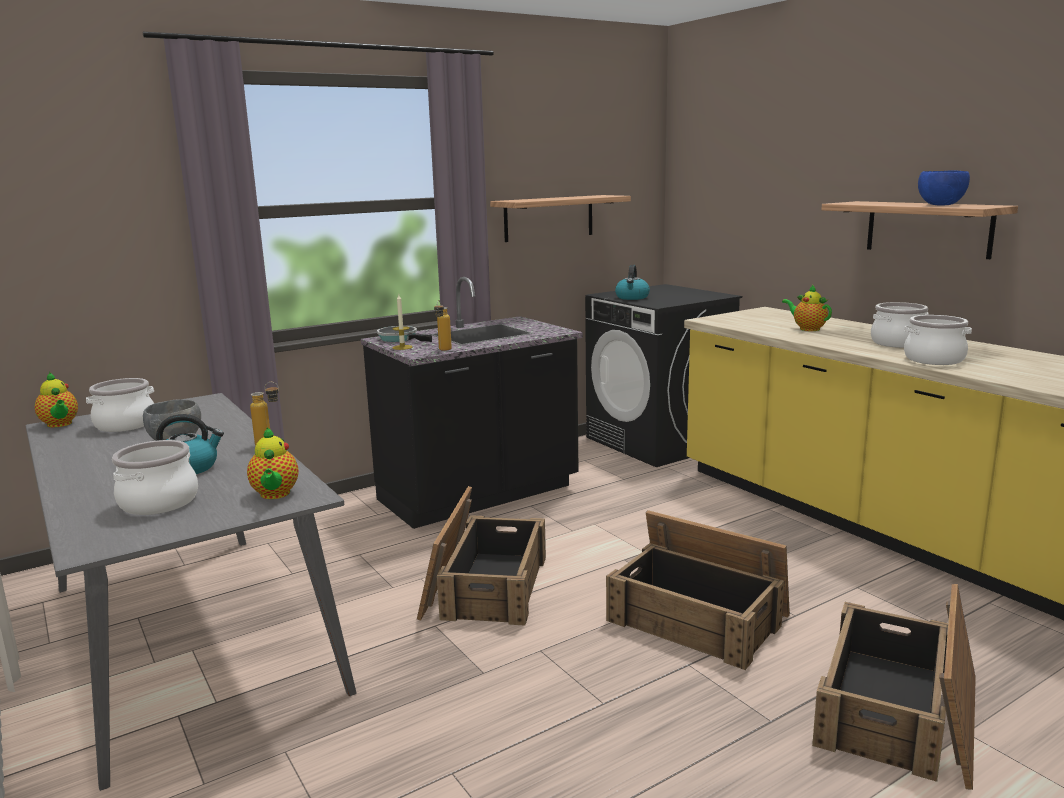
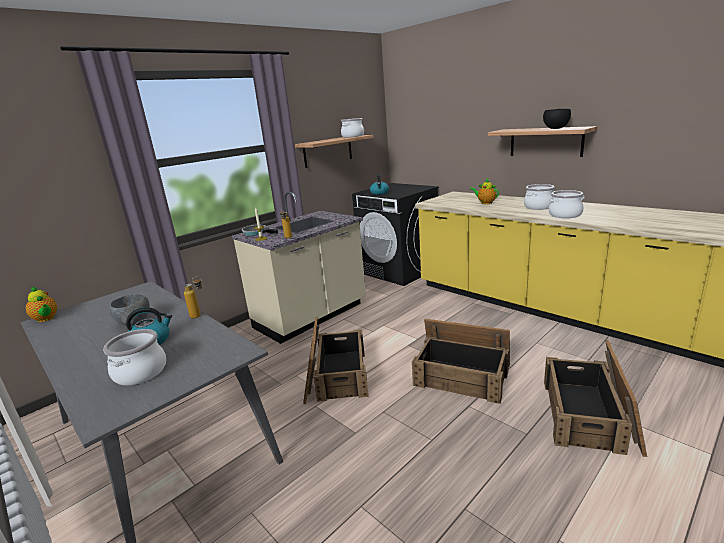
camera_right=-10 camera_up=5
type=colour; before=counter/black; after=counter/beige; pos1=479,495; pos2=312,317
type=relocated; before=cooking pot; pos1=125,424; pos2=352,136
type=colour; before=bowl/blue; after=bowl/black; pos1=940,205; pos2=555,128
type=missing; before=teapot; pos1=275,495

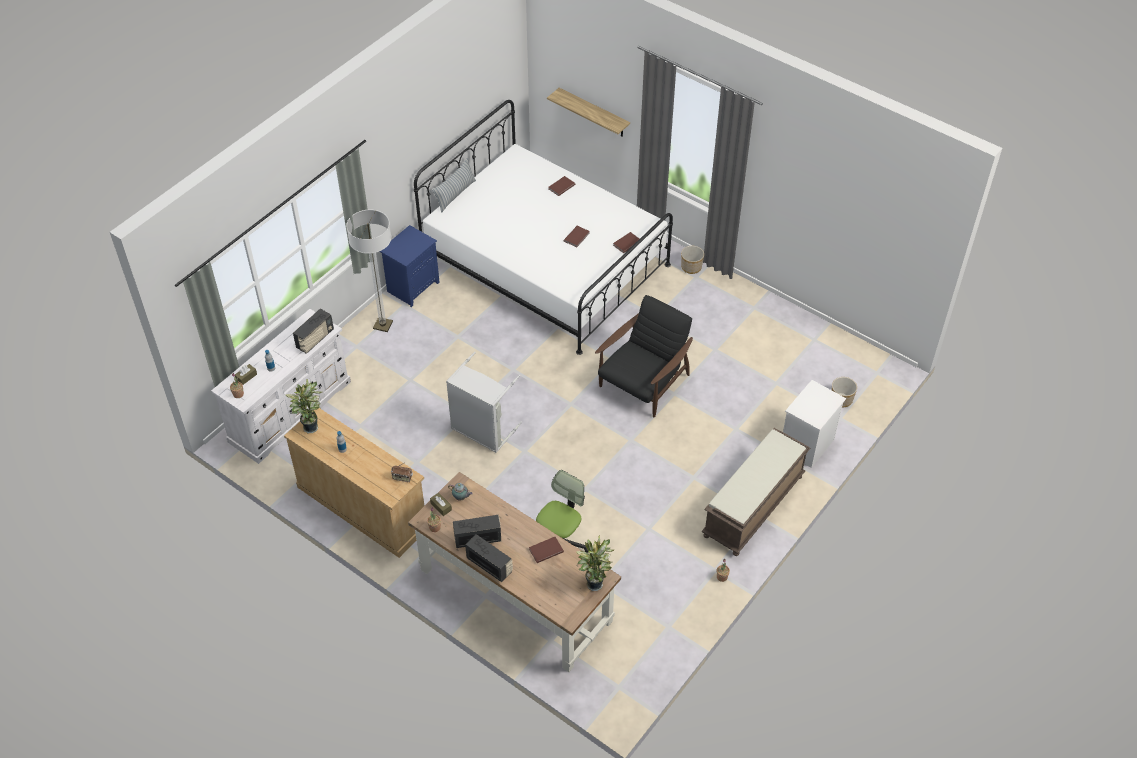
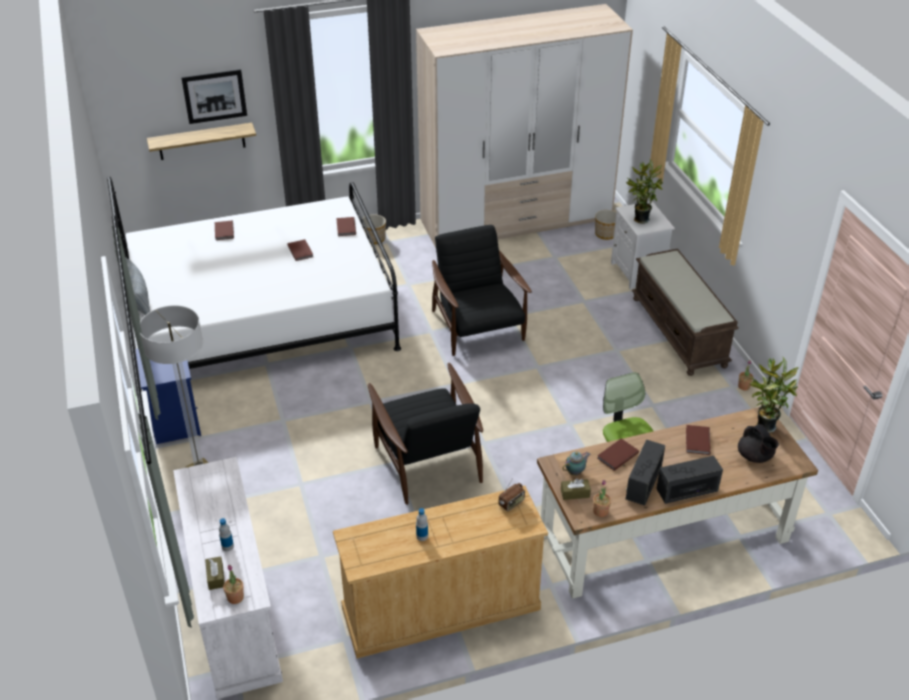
camera_right=-55 camera_up=-10
type=appeared; after=picture; pos2=214,96
type=exchanged; before=laundry basket/grey; after=armchair/black; pos1=482,431; pos2=427,461
type=appeared; after=wardrobe; pos2=517,220
type=appeared; after=book/brown; pos2=616,455
type=relocated; before=potted plant; pos1=311,426; pos2=639,219
type=appeared; after=teapot/black; pos2=755,456
type=missing; before=radio; pos1=315,339

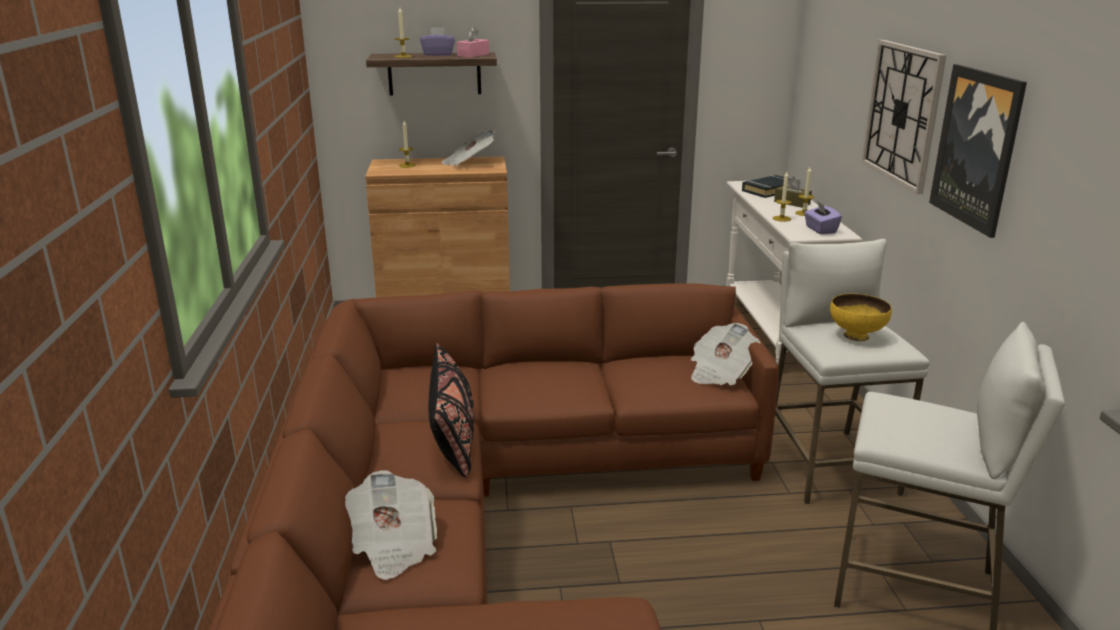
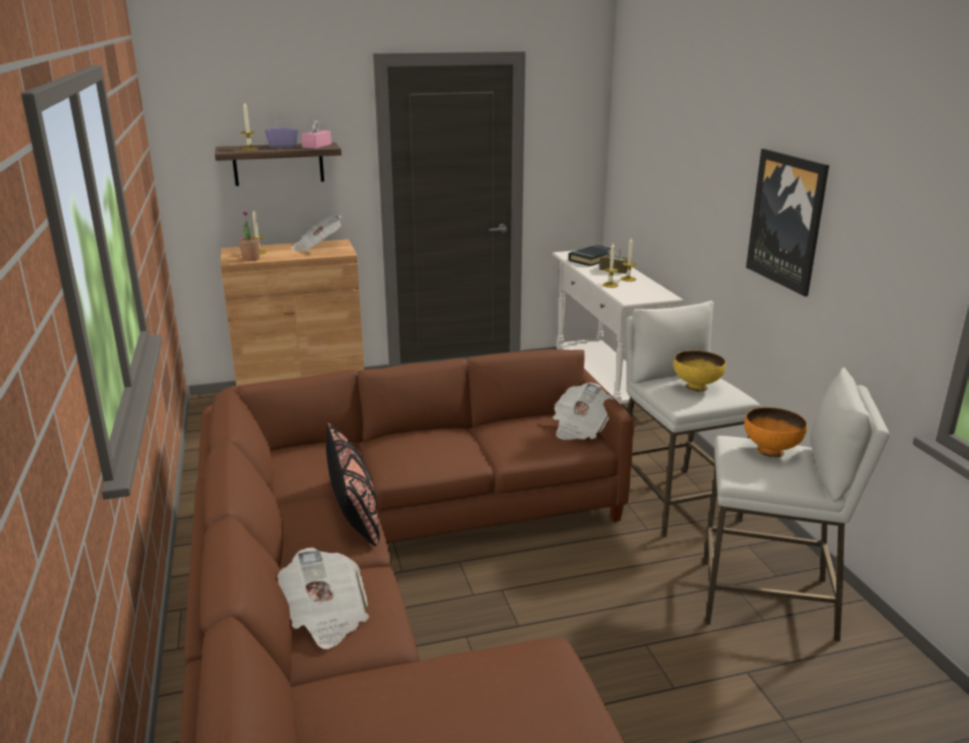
camera_right=-10 camera_up=0
type=appeared; after=potted plant; pos2=251,259
type=appeared; after=bowl/orange; pos2=771,452
type=missing; before=tissue box/purple; pos1=820,230
type=missing; before=wall clock; pos1=902,114

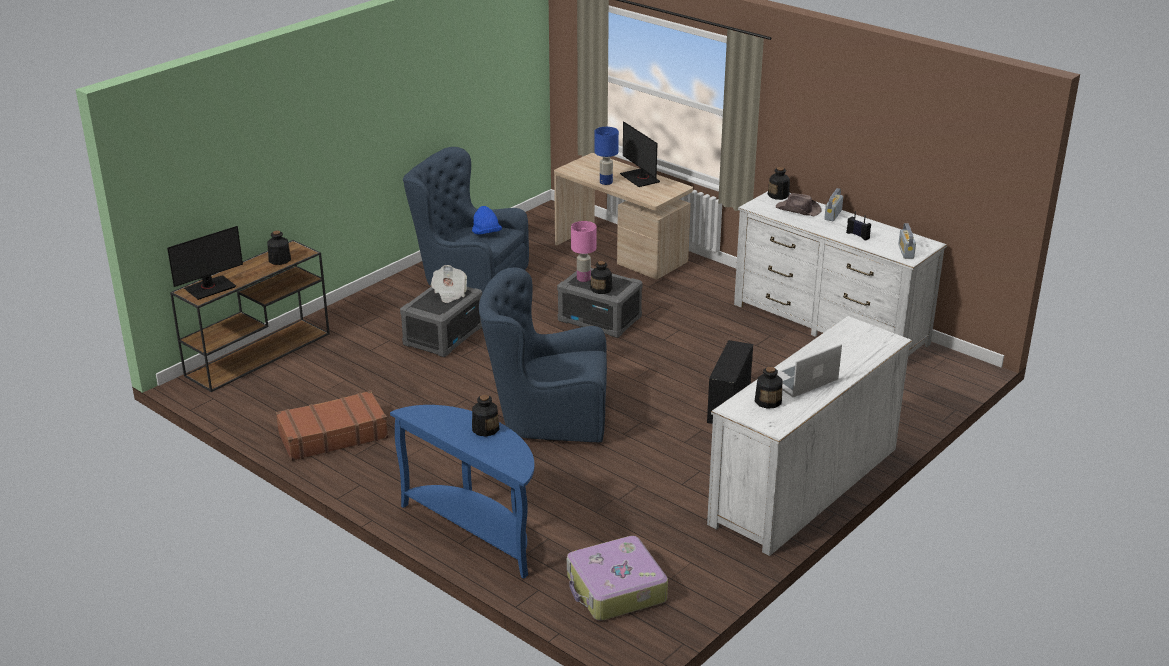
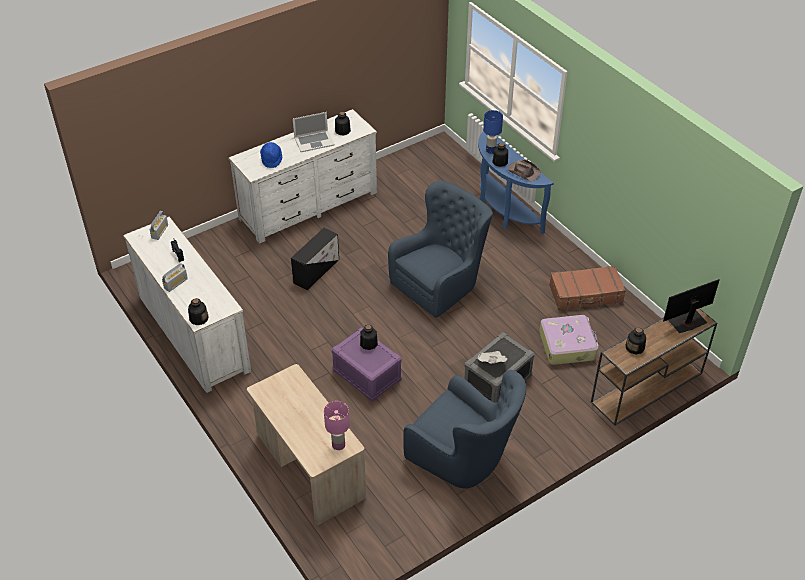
camera_right=-165 camera_up=15
type=relocated; before=hat/blue; pos1=486,234; pos2=271,159
type=relocated; before=table lamp/pink; pos1=584,279; pos2=338,445
type=colour; before=storage box/grey; after=storage box/purple; pos1=600,319; pos2=366,375
type=spun; before=armchair/blue; pos1=546,417; pos2=441,283; turn=-60
type=relocated; before=table lamp/blue; pos1=606,182; pos2=491,150
type=relocated; before=hat/brown; pos1=798,210; pos2=523,171
type=relocated; before=suitcase; pos1=615,590; pos2=567,345
type=missing; before=monitor; pos1=640,178

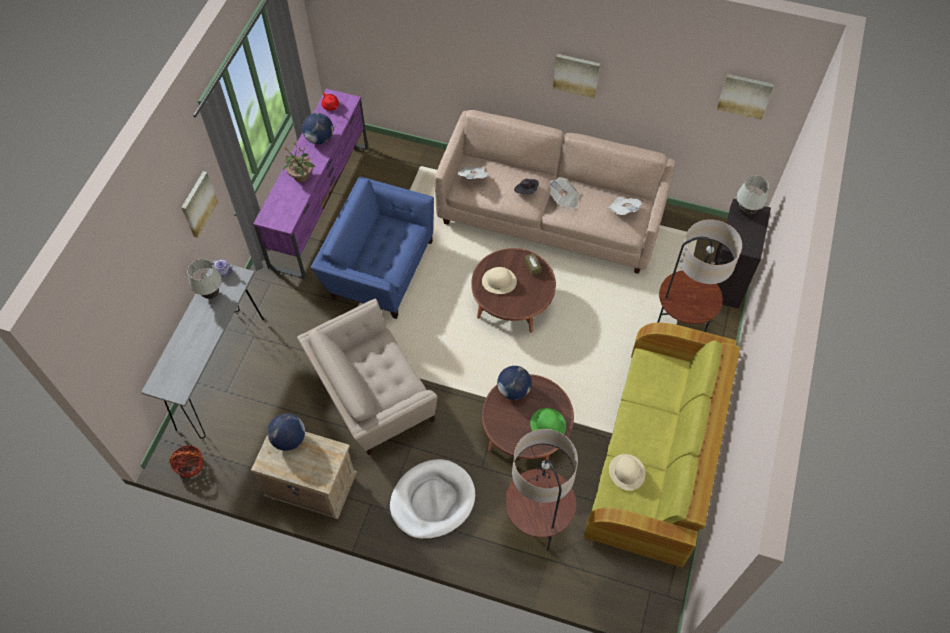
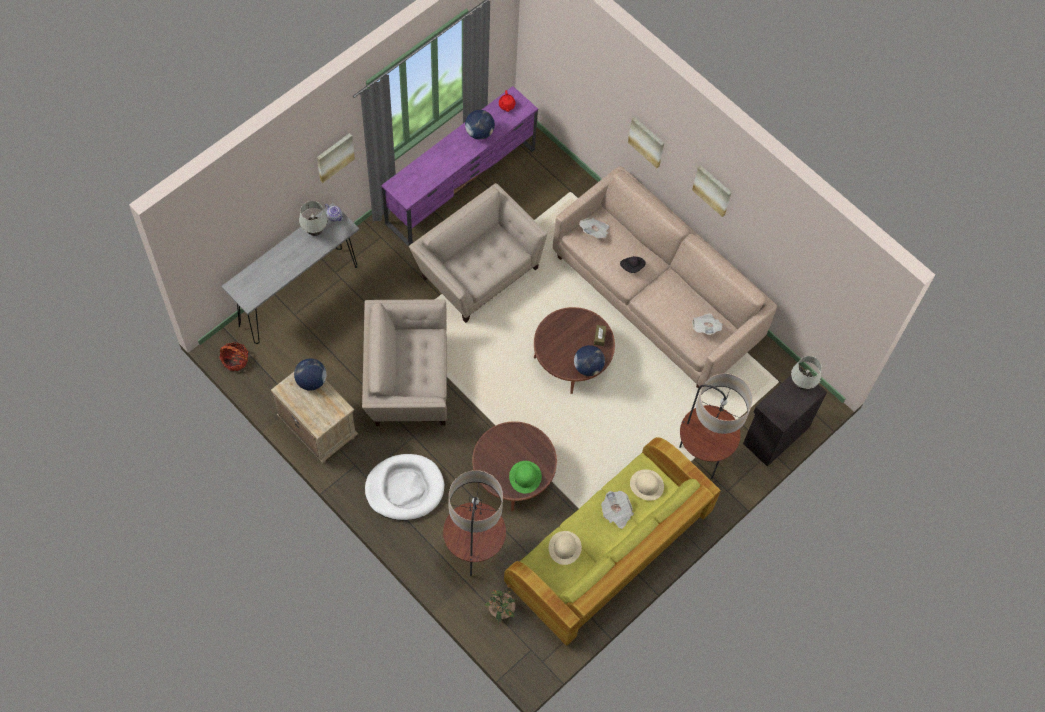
camera_right=25 camera_up=5
type=colour; before=armchair/blue; after=armchair/beige; pos1=379,268; pos2=478,270
type=relocated; before=potted plant; pos1=301,176; pos2=501,610
type=relocated; before=globe; pos1=513,390; pos2=588,367
type=relocated; before=newspaper; pos1=564,199; pos2=616,512
type=relocated; before=picture; pos1=744,95; pos2=647,141
type=relocated; before=hat/beige; pos1=499,281; pos2=647,485

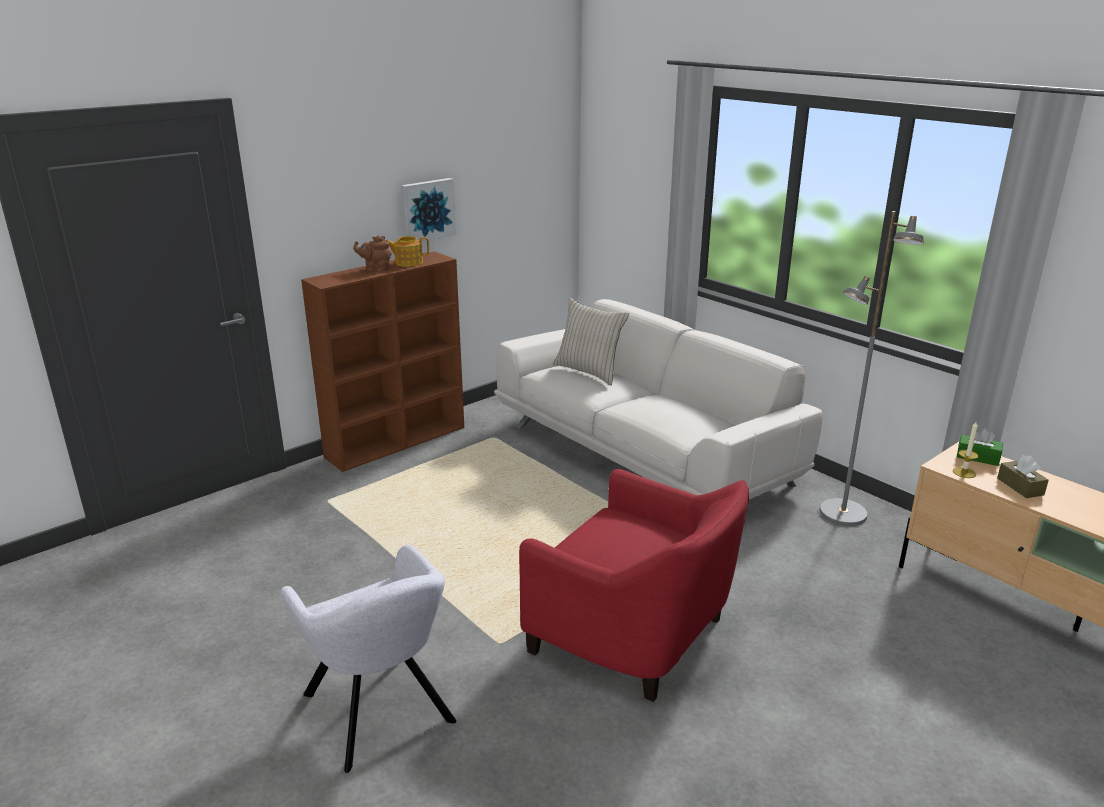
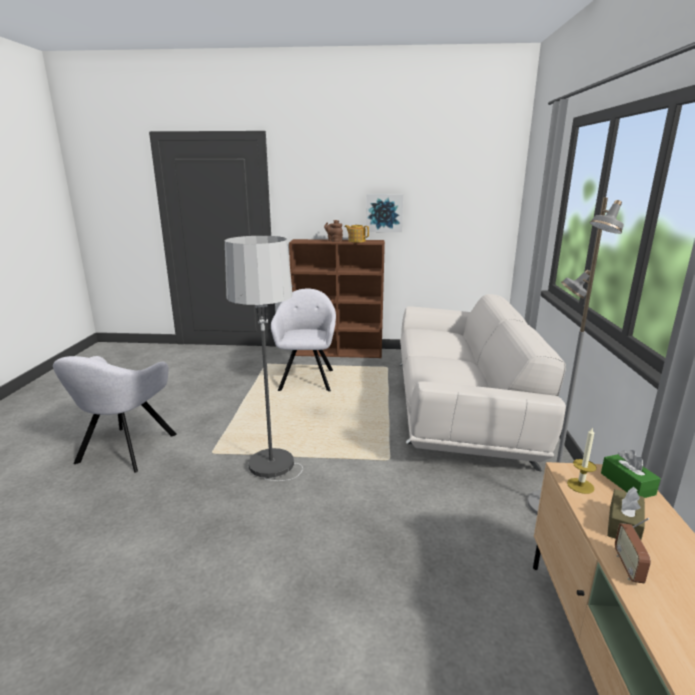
camera_right=45 camera_up=-5
type=exchanged; before=armchair/red; after=floor lamp; pos1=634,634; pos2=274,488
type=appeared; after=armchair/grey; pos2=307,379
type=appeared; after=radio; pos2=628,567
type=missing; before=pillow/beige; pos1=589,371

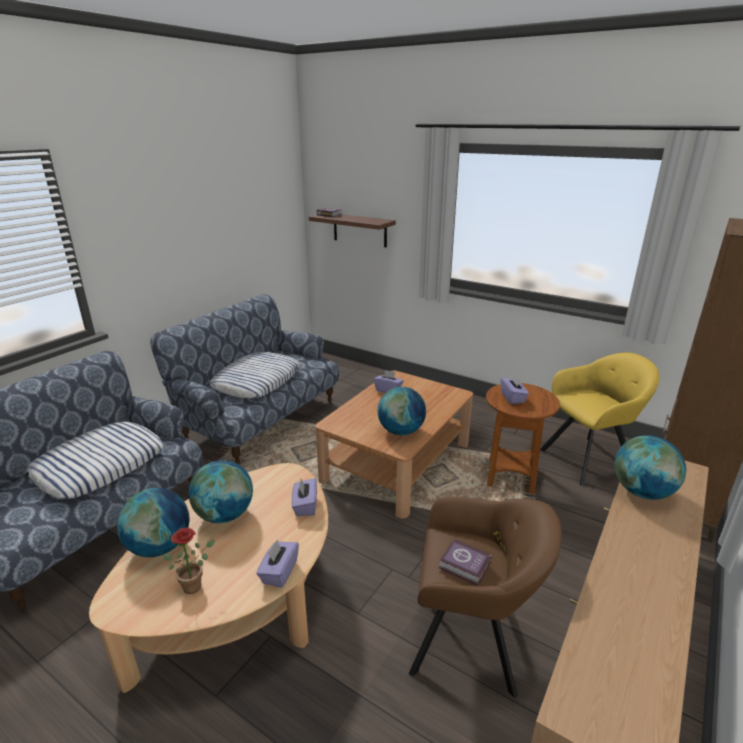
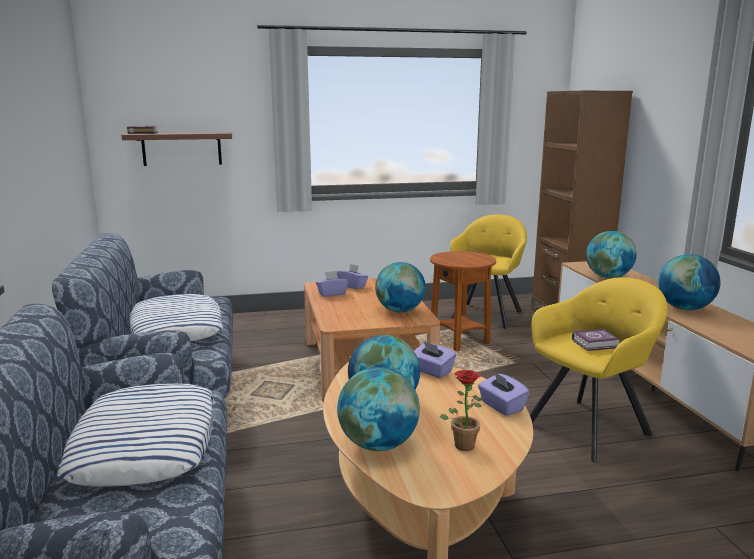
camera_right=-45 camera_up=-10
type=relocated; before=tissue box/purple; pos1=513,398; pos2=352,286
type=colour; before=armchair/brown; after=armchair/yellow; pos1=471,641; pos2=591,427
type=appeared; after=globe; pos2=684,308

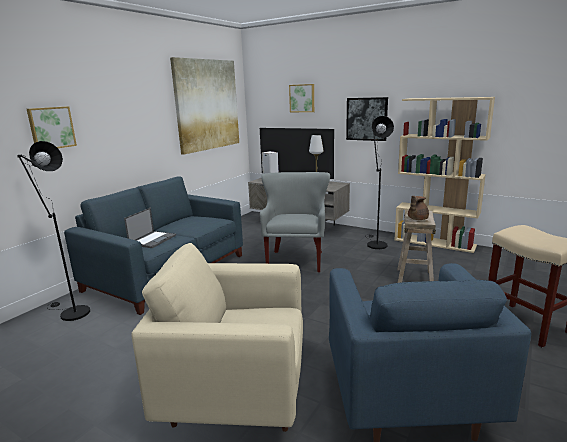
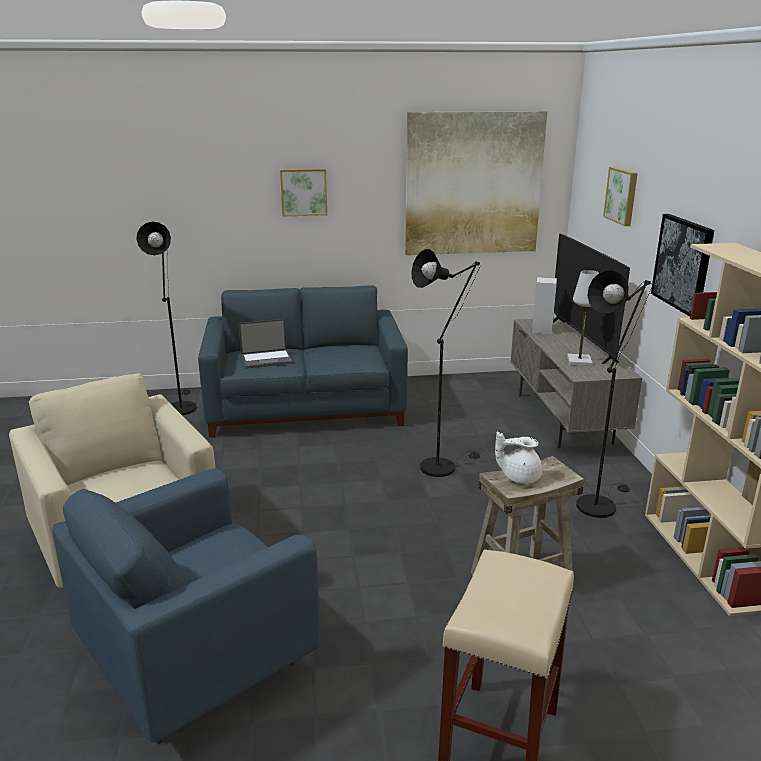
camera_right=50 camera_up=5
type=relocated; before=picture; pos1=51,128; pos2=303,192
type=exchanged; before=armchair/grey; after=floor lamp/black; pos1=296,261; pos2=442,465
type=colour; before=teapot/brown; after=teapot/white; pos1=417,219; pos2=519,477

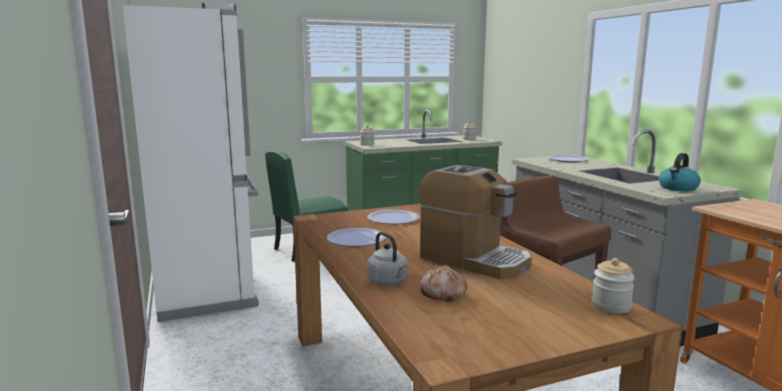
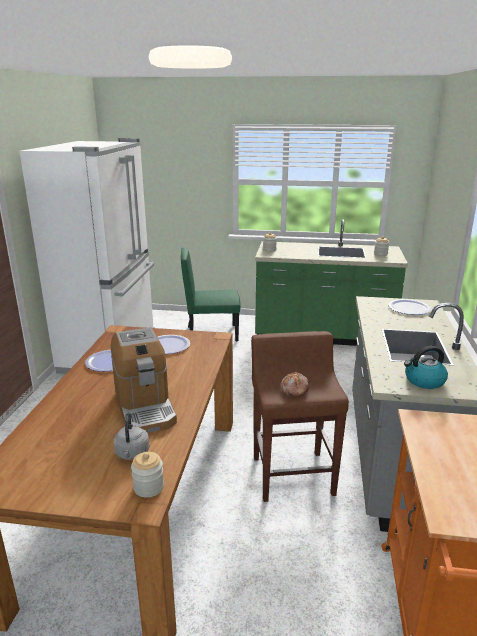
camera_right=30 camera_up=10
type=relocated; before=kettle/grey; pos1=389,282; pos2=132,454
type=relocated; before=bread; pos1=442,293; pos2=294,389

